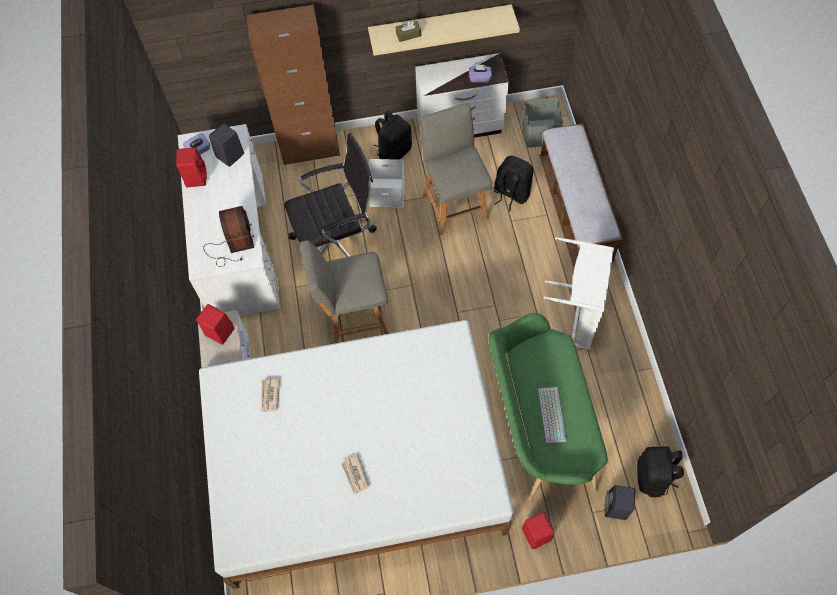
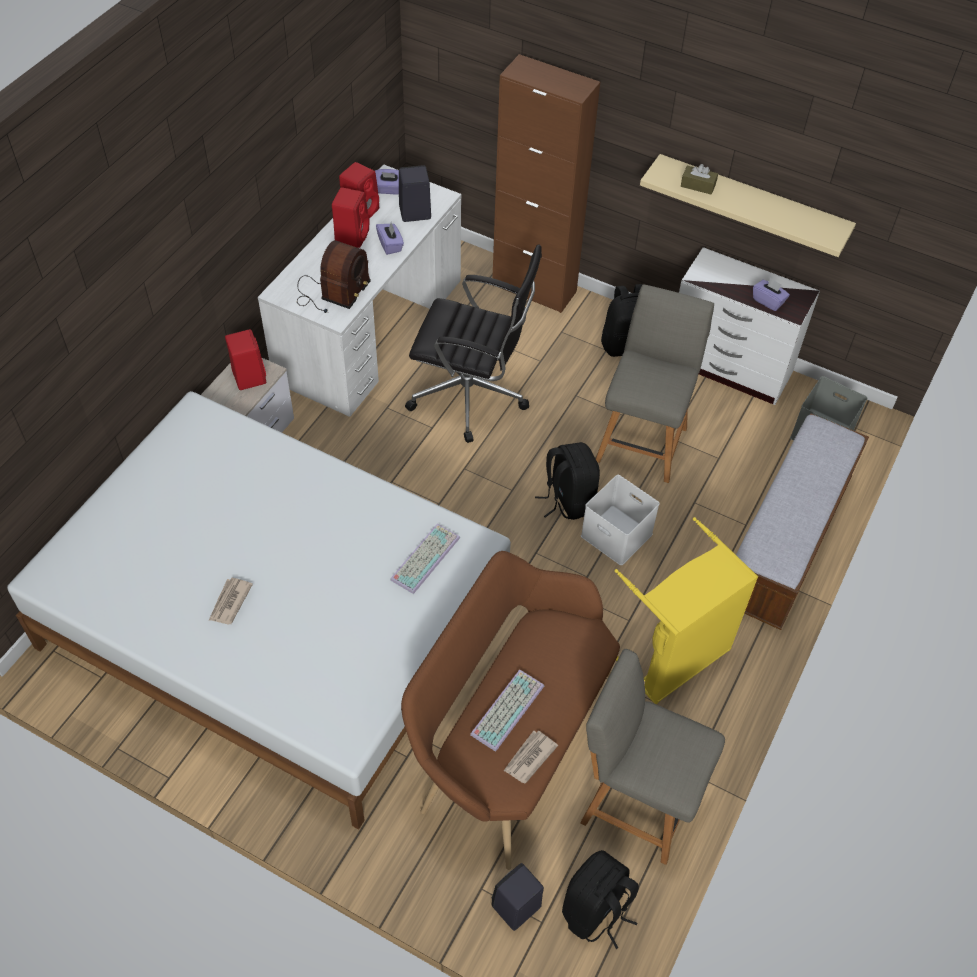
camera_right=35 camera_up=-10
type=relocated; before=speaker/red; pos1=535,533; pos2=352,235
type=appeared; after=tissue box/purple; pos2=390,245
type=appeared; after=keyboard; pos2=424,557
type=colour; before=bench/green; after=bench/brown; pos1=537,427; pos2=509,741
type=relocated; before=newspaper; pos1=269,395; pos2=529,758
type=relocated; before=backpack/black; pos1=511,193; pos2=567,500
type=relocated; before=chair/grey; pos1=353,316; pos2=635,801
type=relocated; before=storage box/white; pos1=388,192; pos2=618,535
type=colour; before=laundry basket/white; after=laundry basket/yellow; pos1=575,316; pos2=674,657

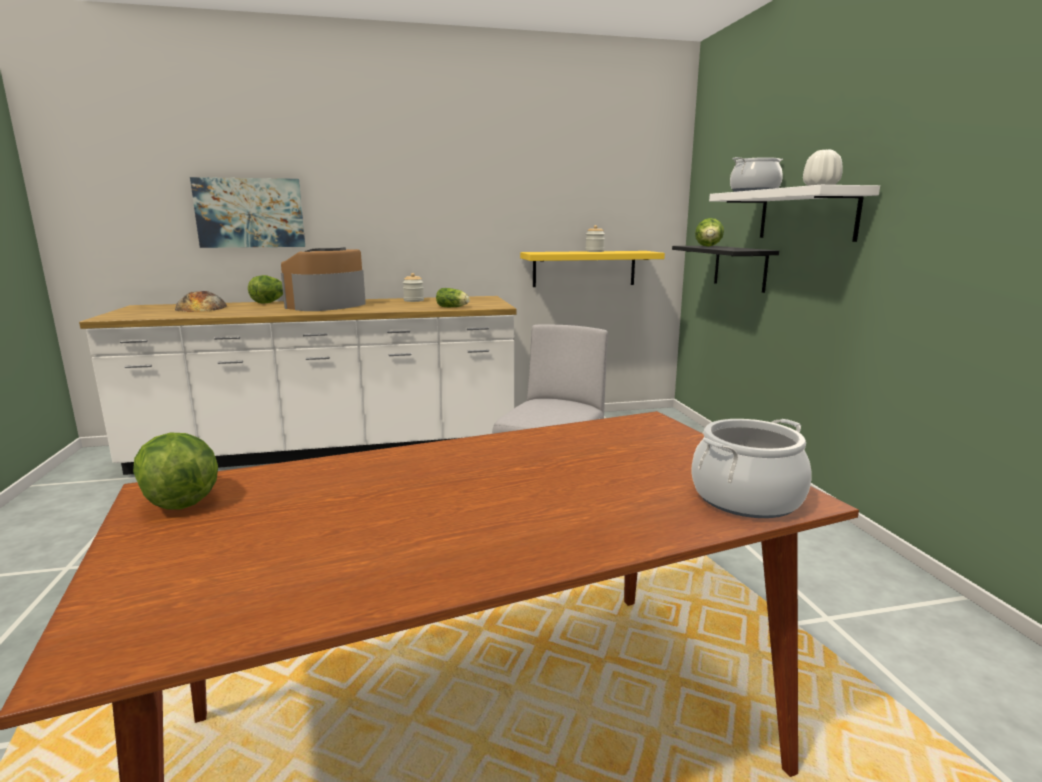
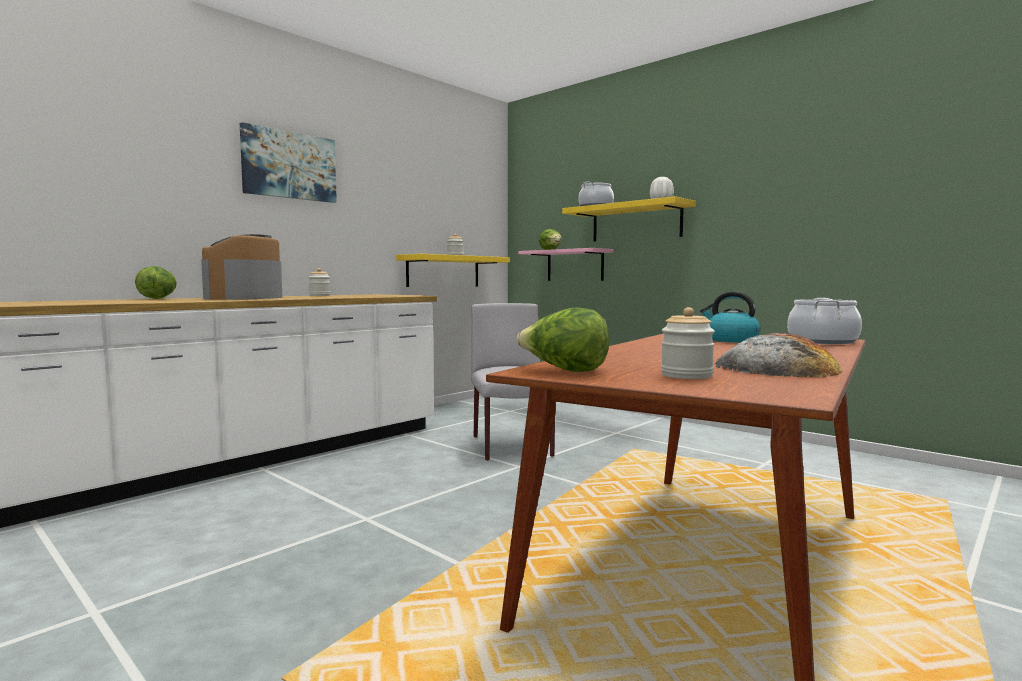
camera_right=-35 camera_up=-10
type=relocated; before=picture; pos1=250,213; pos2=289,165
type=colour; before=shelf/black; after=shelf/pink; pos1=740,267; pos2=575,265
type=colour; before=shelf/white; after=shelf/yellow; pos1=806,215; pos2=636,223
type=appeared; after=jar; pos2=686,375
type=appeared; after=kettle; pos2=730,340
type=relocated; before=bread; pos1=201,308; pos2=776,368
type=missing; before=lettuce; pos1=453,307

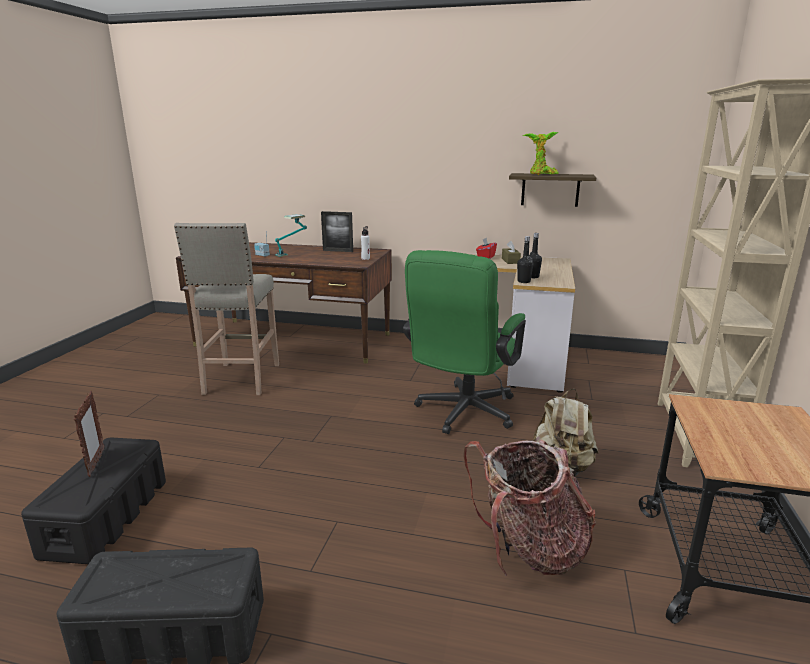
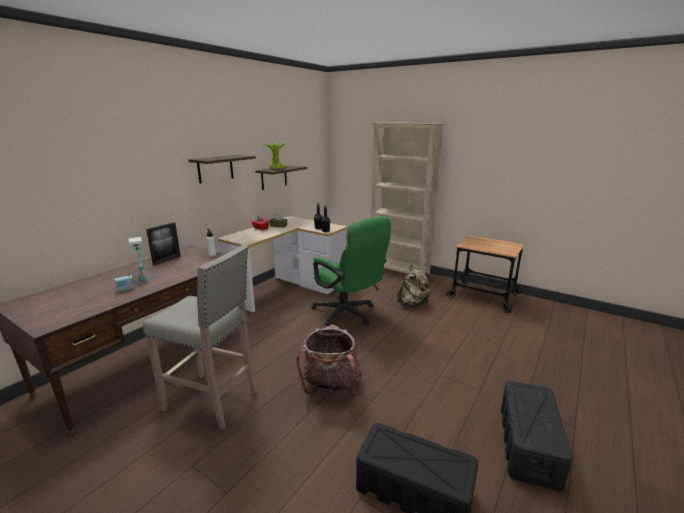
camera_right=-70 camera_up=0
type=appeared; after=shelf; pos2=215,169
type=relocated; before=backpack; pos1=528,550; pos2=331,386
type=missing; before=picture frame; pos1=96,463

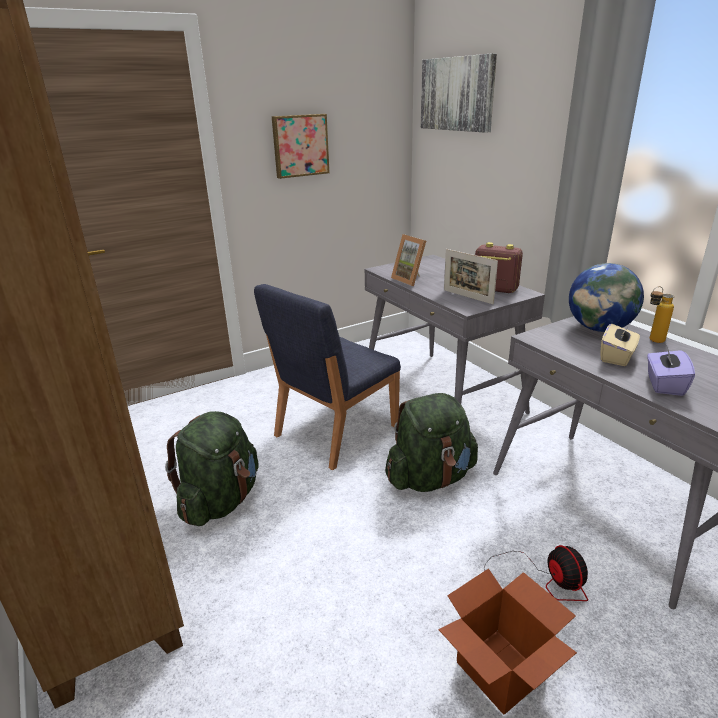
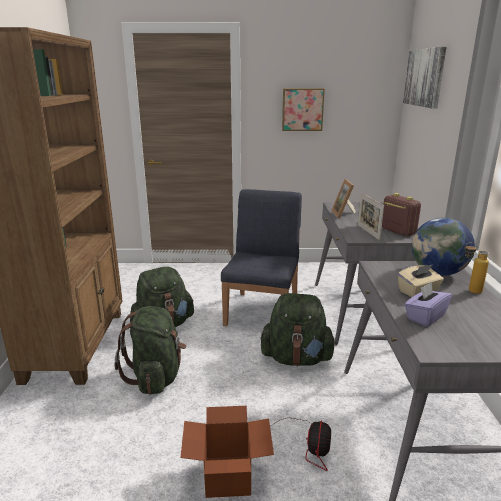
camera_right=30 camera_up=-5
type=appeared; after=backpack/green; pos2=156,377
type=spun; before=chair/blue; pos1=334,431; pos2=262,311; turn=120

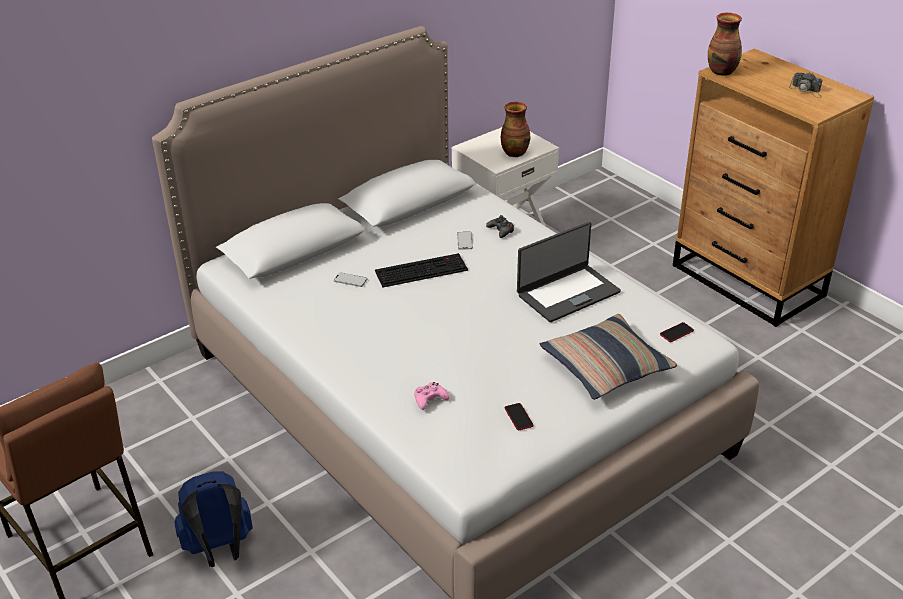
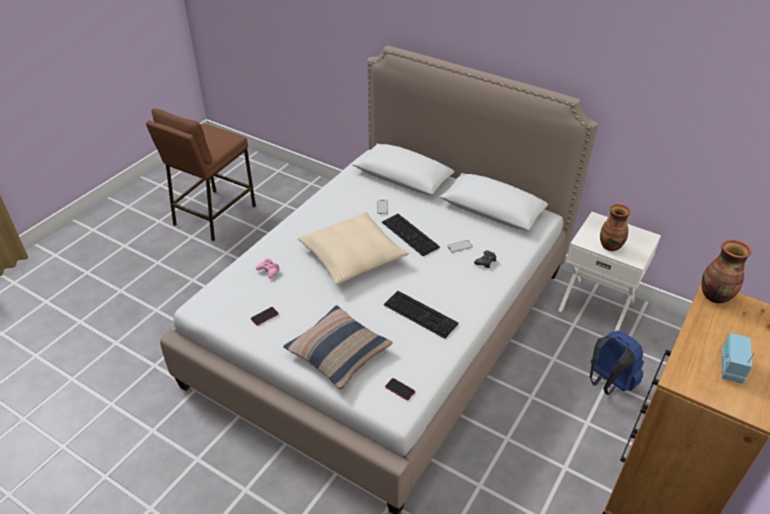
camera_right=70 camera_up=5
type=appeared; after=pillow/beige; pos2=352,256
type=exchanged; before=laptop; after=keyboard; pos1=567,293; pos2=422,314
type=relocated; before=backpack/blue; pos1=219,550; pos2=608,383
type=exchanged; before=photo camera; after=radio; pos1=806,90; pos2=730,367

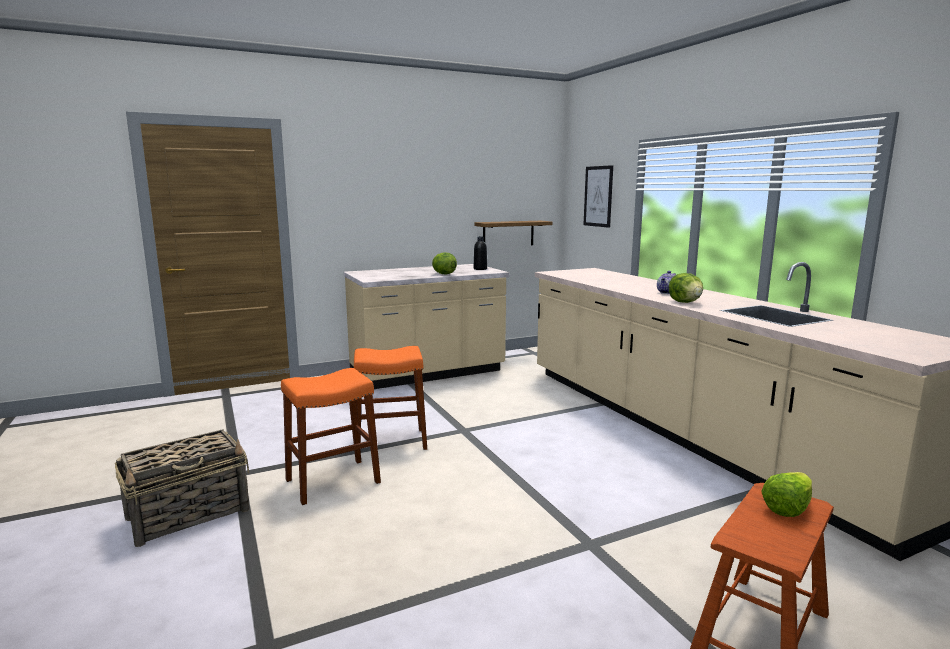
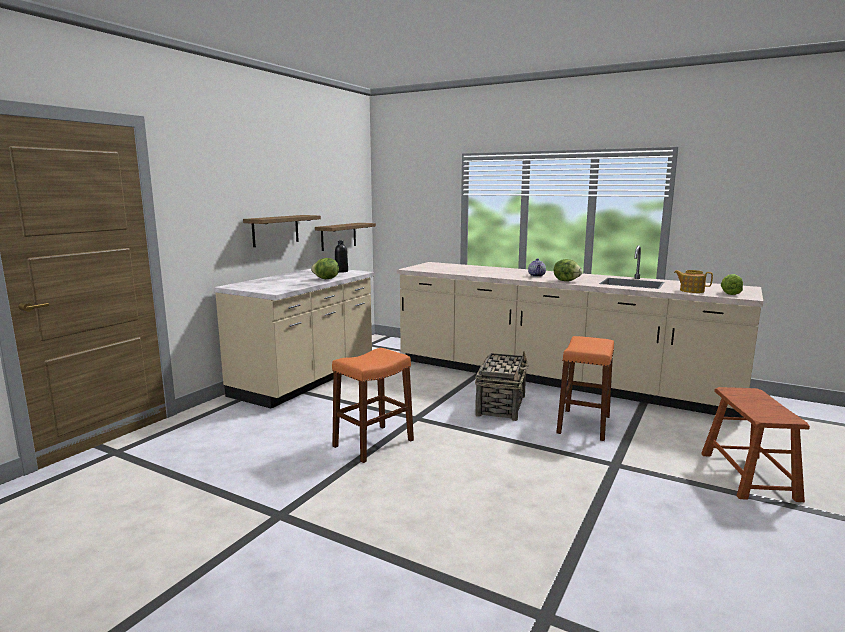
camera_right=-35 camera_up=0
type=appeared; after=shelf; pos2=275,230
type=relocated; before=basket; pos1=190,514; pos2=501,405
type=relocated; before=stool/orange; pos1=333,481; pos2=583,424
type=appeared; after=teapot; pos2=691,291
type=relocated; before=lettuce; pos1=787,508; pos2=728,293
type=missing; before=picture; pos1=598,196

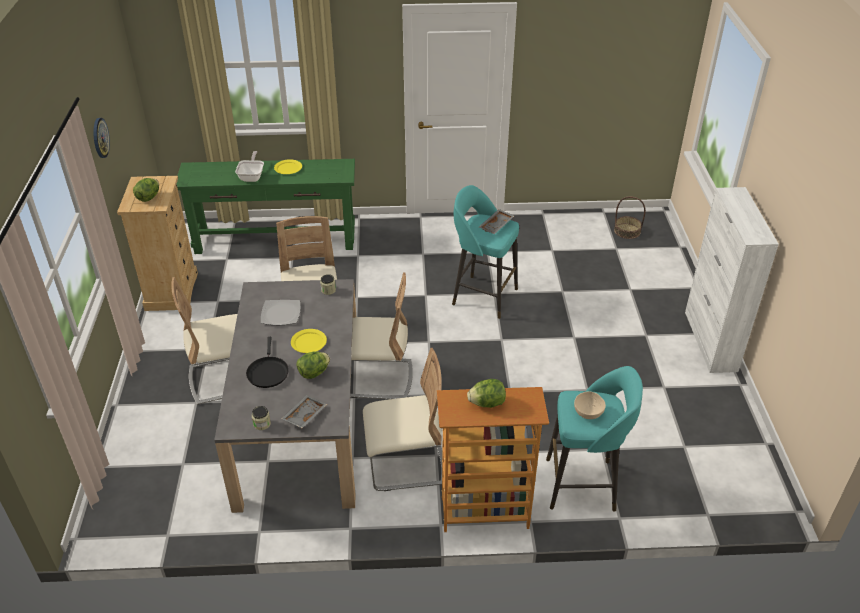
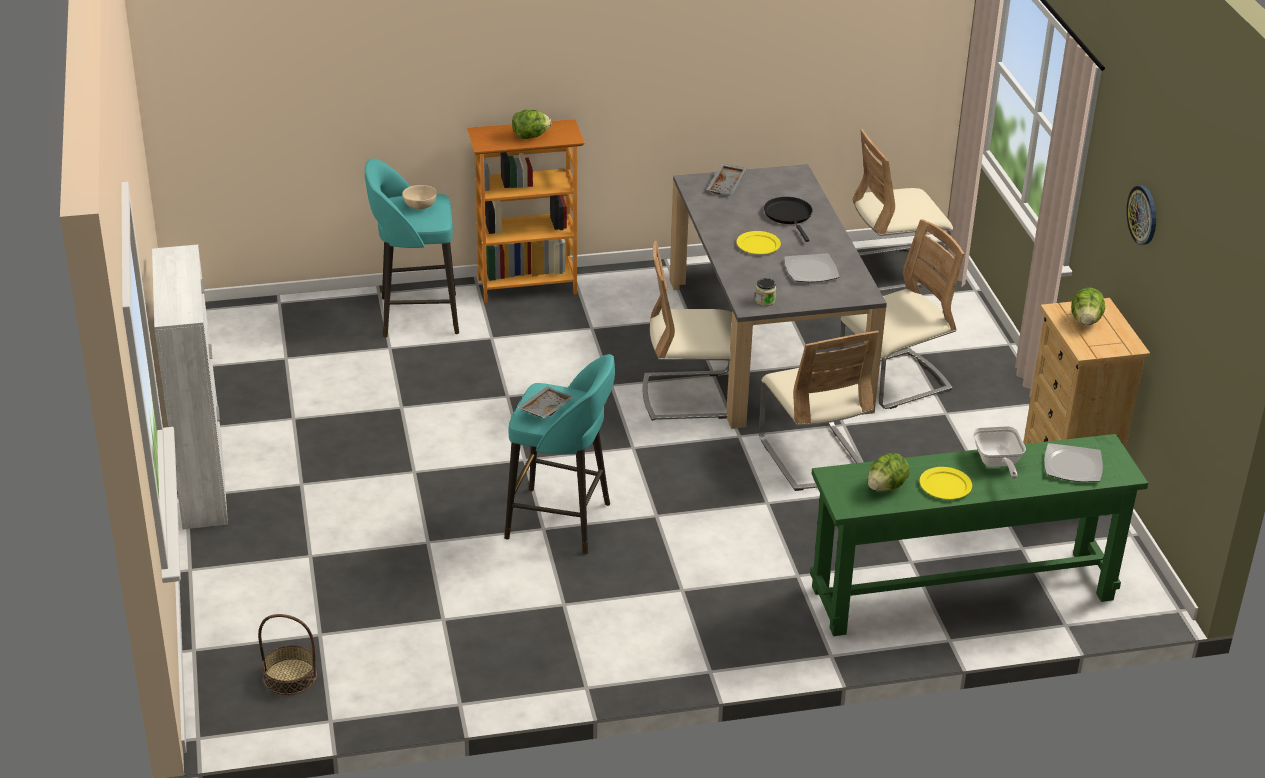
camera_right=170 camera_up=-5
type=relocated; before=chair/beige; pos1=405,464; pos2=892,270
type=relocated; before=lettuce; pos1=314,373; pos2=886,487
type=appeared; after=plate; pos2=1073,466
type=missing; before=jar; pos1=262,424

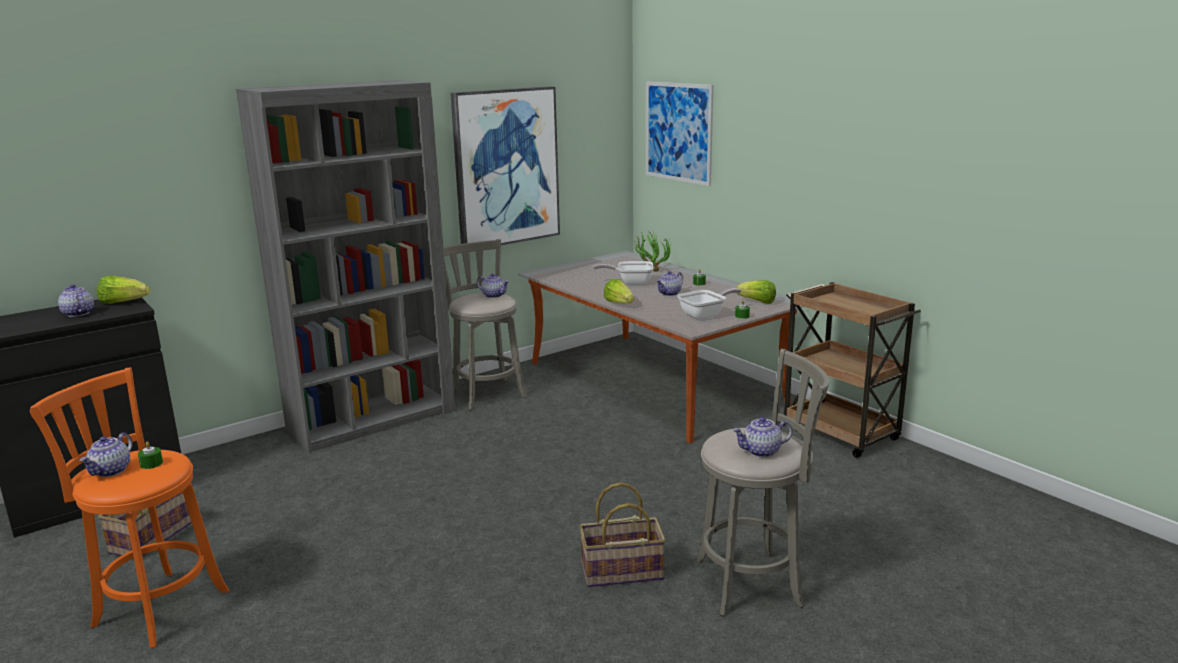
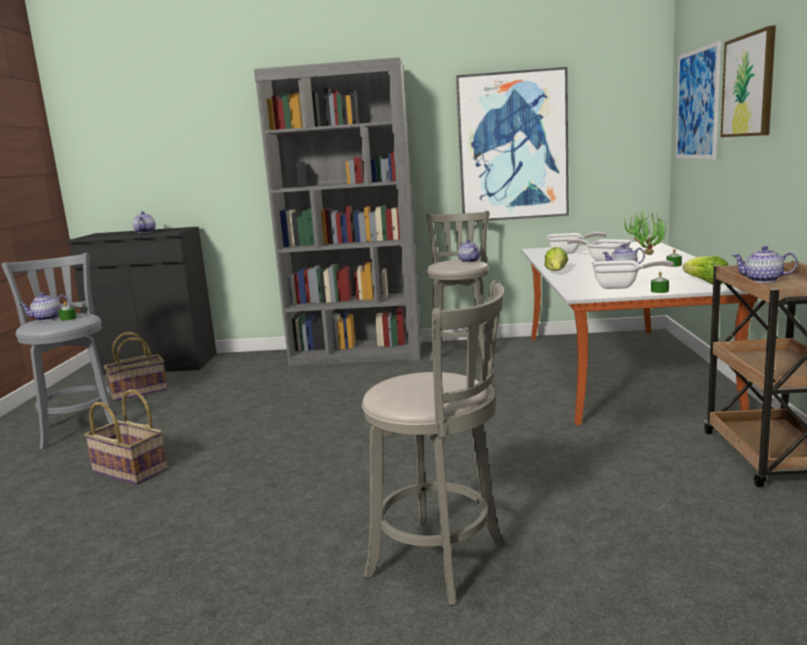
camera_right=40 camera_up=-5
type=colour; before=stool/orange; after=stool/grey; pos1=156,606; pos2=79,428
type=relocated; before=basket; pos1=621,573; pos2=128,471
type=appeared; after=frying pan; pos2=568,252
type=appeared; after=picture; pos2=749,85
type=relocated; before=teapot; pos1=761,451; pos2=762,280
type=missing; before=lettuce; pos1=123,302

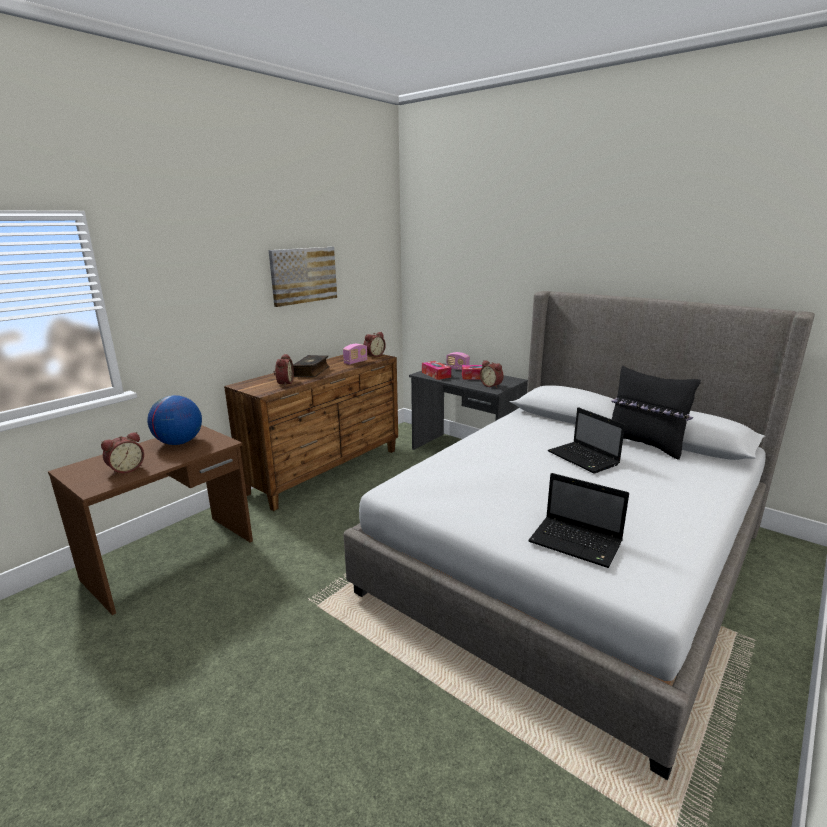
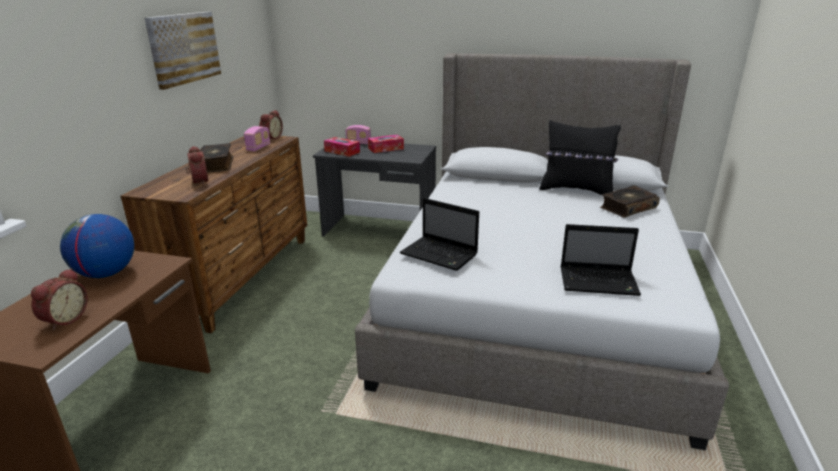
camera_right=-25 camera_up=5
type=relocated; before=laptop; pos1=584,459; pos2=440,255
type=appeared; after=book; pos2=627,208
type=missing; before=alarm clock; pos1=492,385

